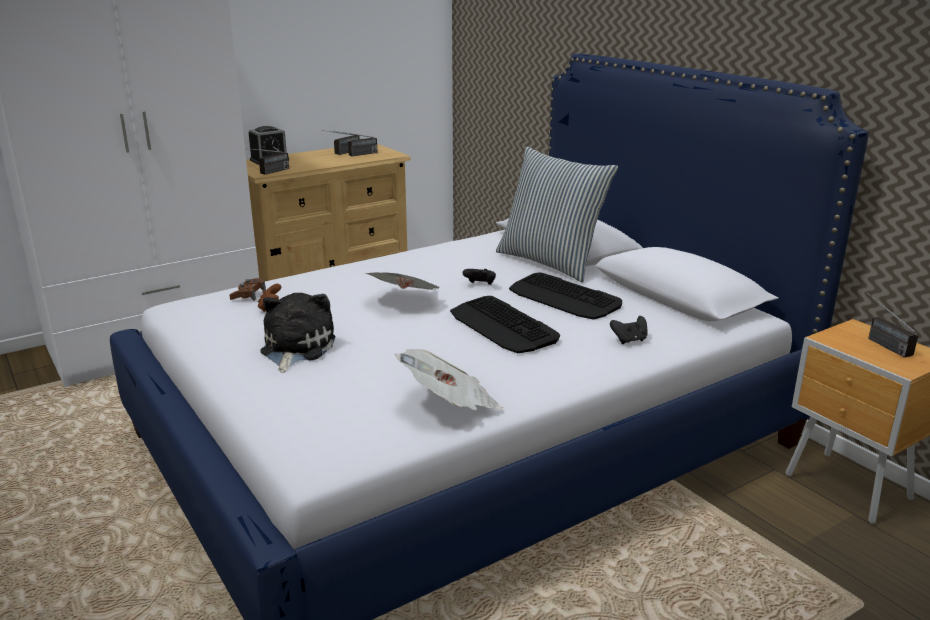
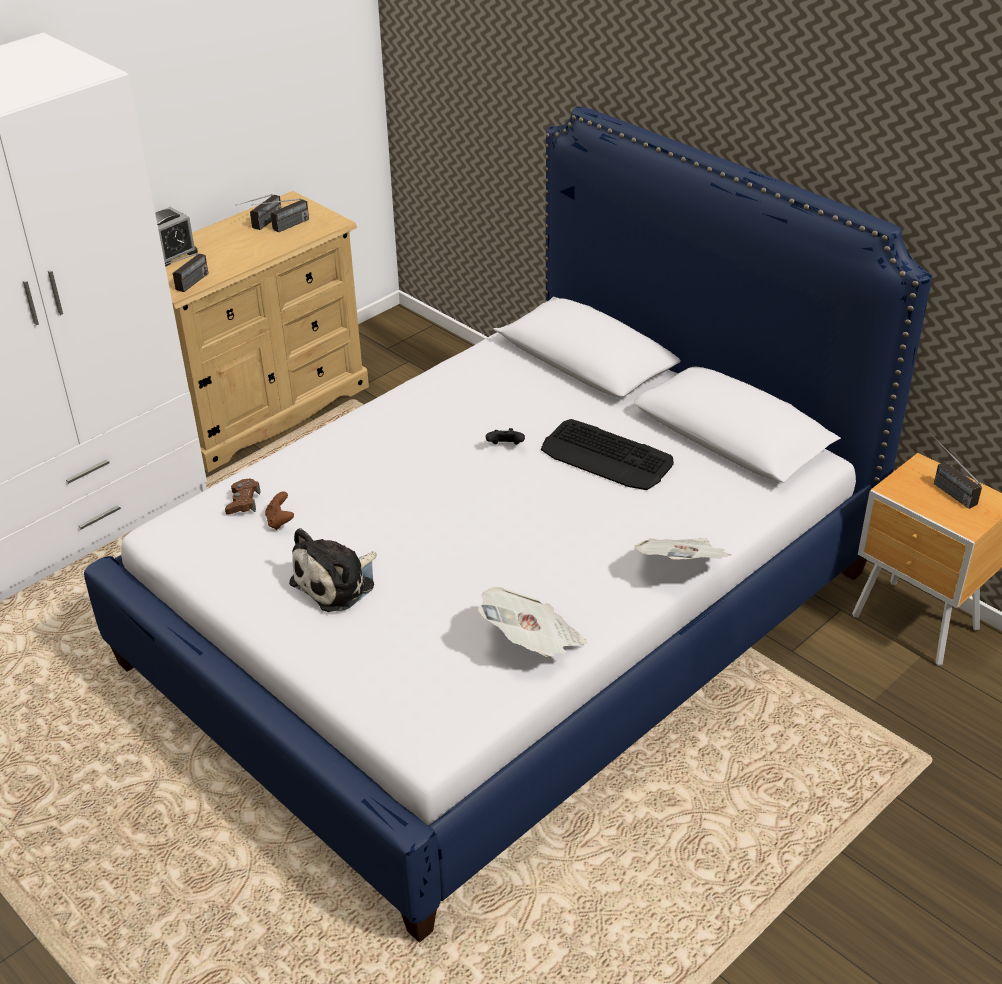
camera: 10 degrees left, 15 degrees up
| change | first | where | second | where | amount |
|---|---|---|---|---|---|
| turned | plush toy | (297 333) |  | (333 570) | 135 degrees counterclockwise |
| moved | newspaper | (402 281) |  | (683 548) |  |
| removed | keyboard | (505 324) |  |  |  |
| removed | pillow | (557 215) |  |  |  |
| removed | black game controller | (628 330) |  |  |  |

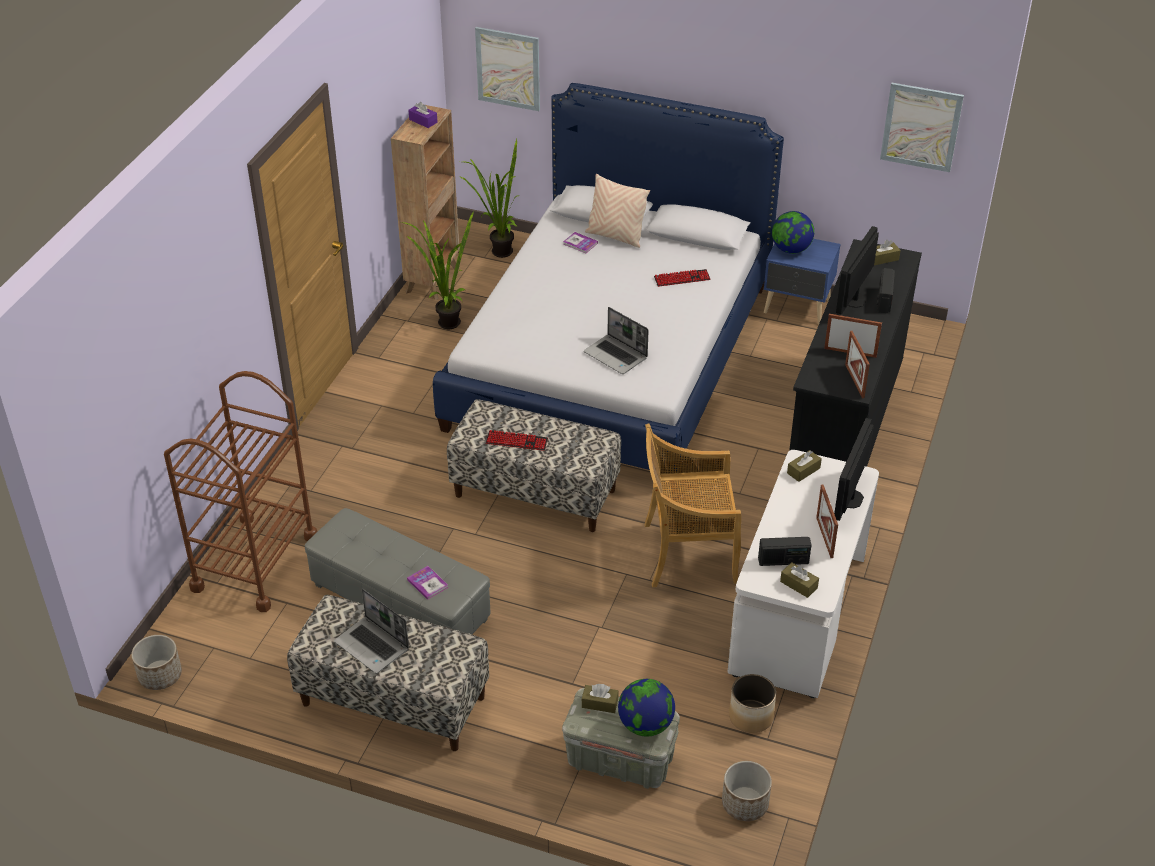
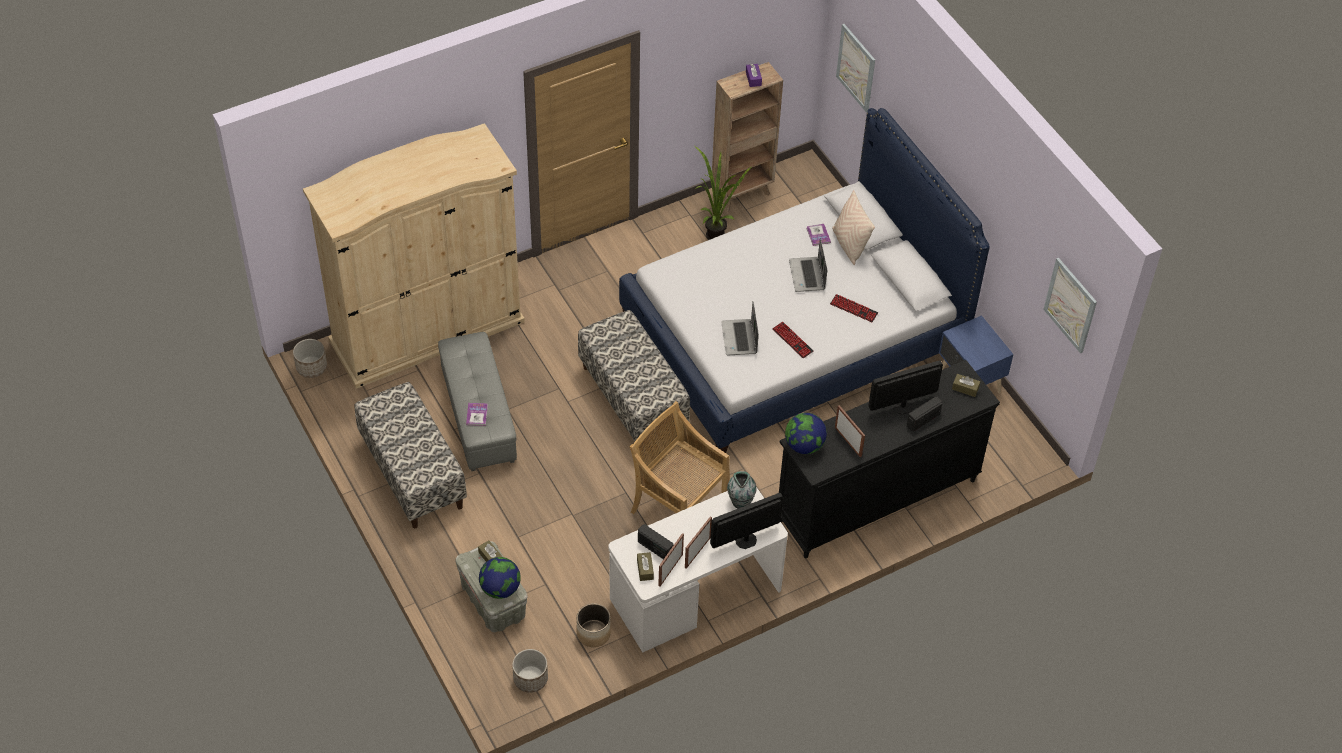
camera: 40 degrees right, 10 degrees up
| change | first | where | second | where | amount |
|---|---|---|---|---|---|
| replaced | brown cart | (241 491) | beige wardrobe | (414 256) |  |
| moved | picture frame | (857 365) |  | (671 560) |  |
| replaced | brown tissue box | (804 466) | vase | (742 489) |  |
| moved | keyboard | (517 440) |  | (793 340) |  |
| moved | globe | (793 232) |  | (806 433) |  |
| moved | laptop | (371 631) |  | (808 265) |  |
| removed | potted plant | (489 198) |  |  |  |

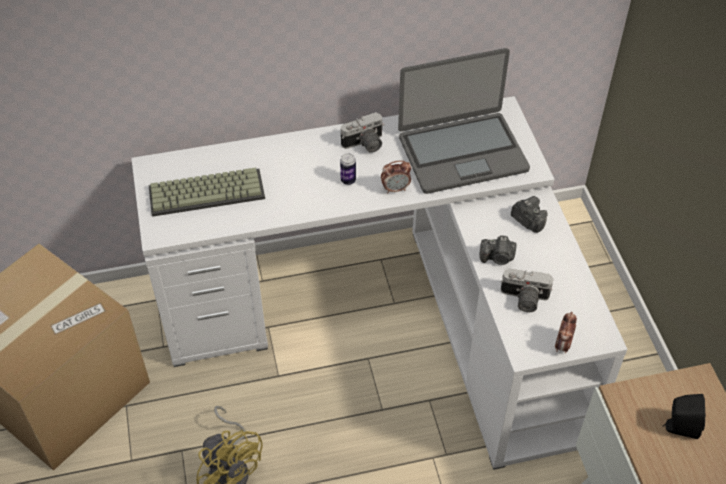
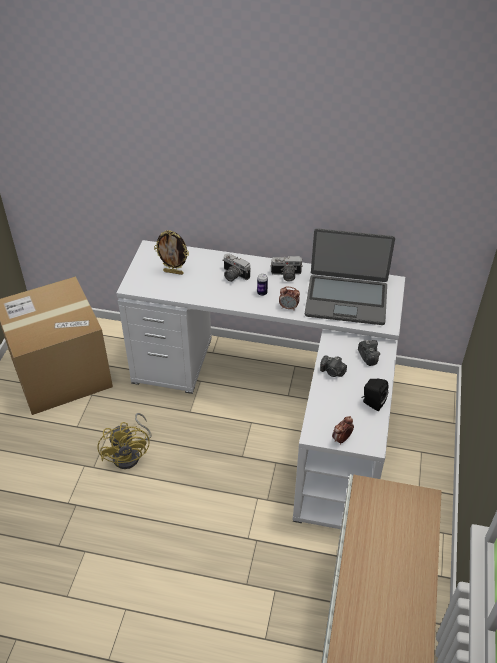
camera: 25 degrees right, 5 degrees down
| change | first | where | second | where | amount |
|---|---|---|---|---|---|
| replaced | keyboard | (206 192) | picture frame | (171 252) |  |
| moved | photo camera | (526 290) |  | (236 267) |  |
| moved | black speaker | (684 416) |  | (374 394) |  |

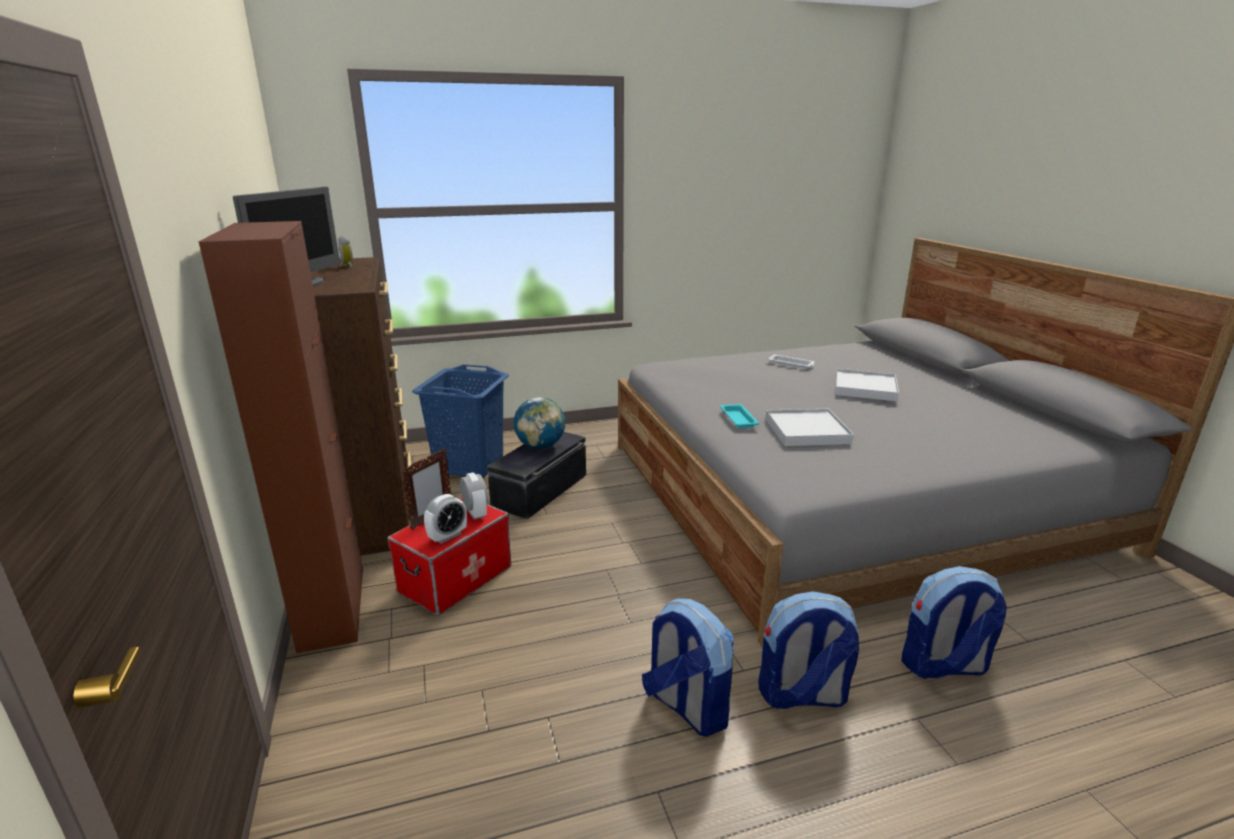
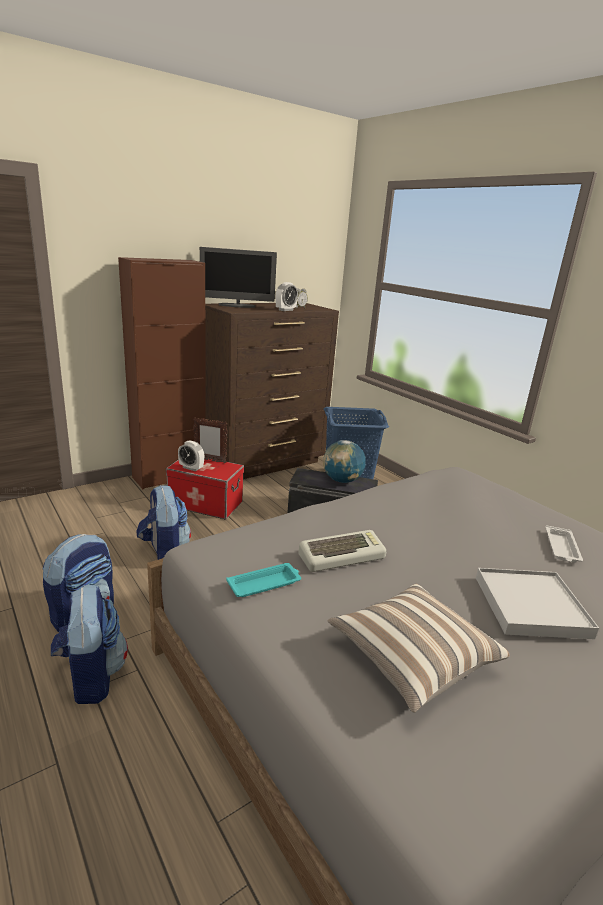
camera: 70 degrees right, 0 degrees up
| change | first | where | second | where | amount |
|---|---|---|---|---|---|
| moved | backpack | (954 622) |  | (163 522) |  |
| moved | turquoise tray | (739 416) |  | (263 580) |  |
| moved | alarm clock | (474 496) |  | (287 296) |  |
| replaced | white tray | (810 427) | keyboard | (343 551) |  |
| added |  |  | pillow | (419 648) |  |

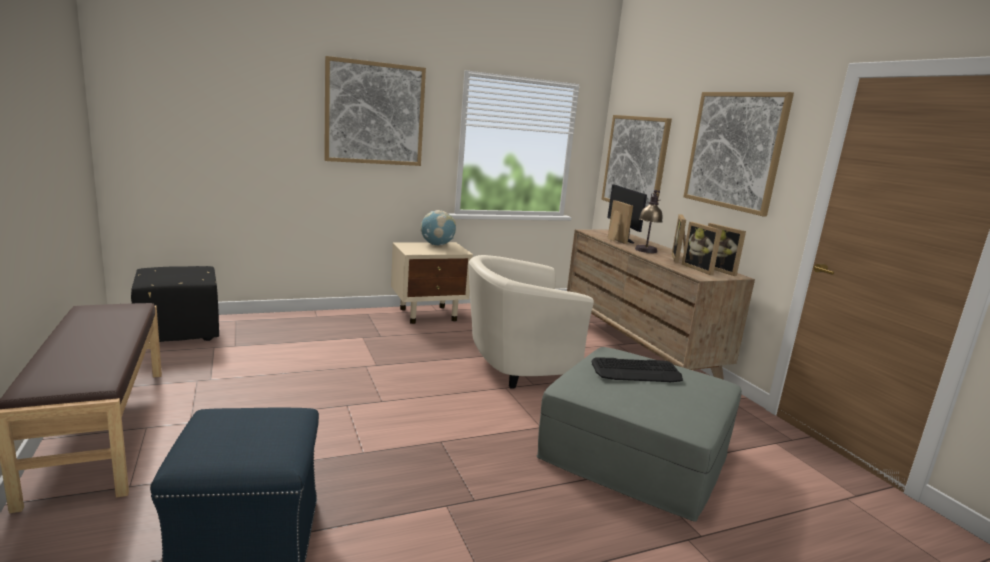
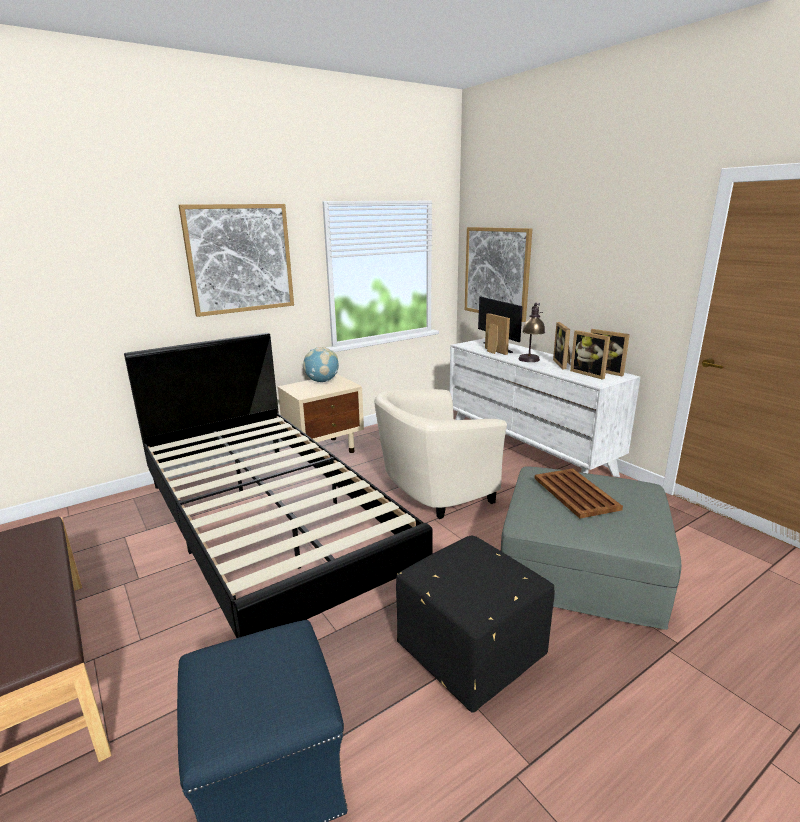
camera: 10 degrees left, 5 degrees up
| change | first | where | second | where | amount |
|---|---|---|---|---|---|
| added |  |  | black bed | (278 485) |  |
| moved | black ottoman | (175 304) |  | (475 624) |  |
| recoloured | brown dresser | (661 304) | white dresser | (545 407) |  |
| replaced | keyboard | (637 369) | brown tray | (578 494) |  |
| removed | picture | (738 154) |  |  |  |

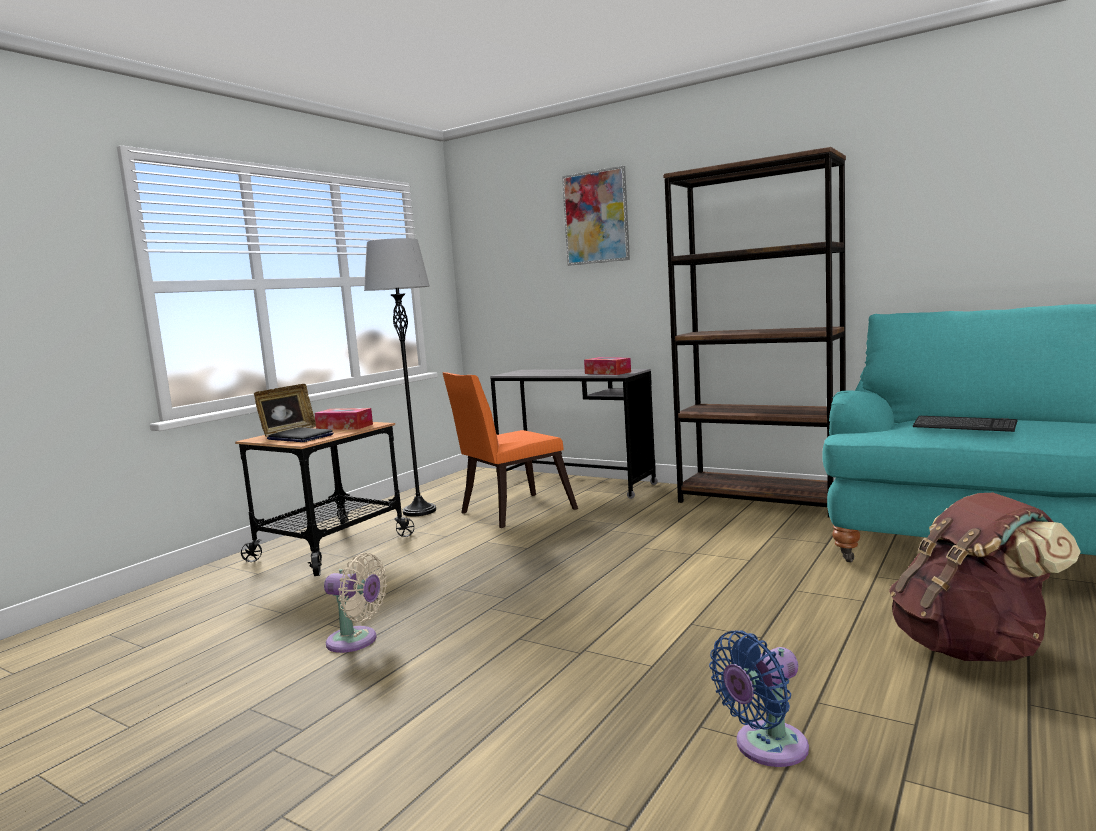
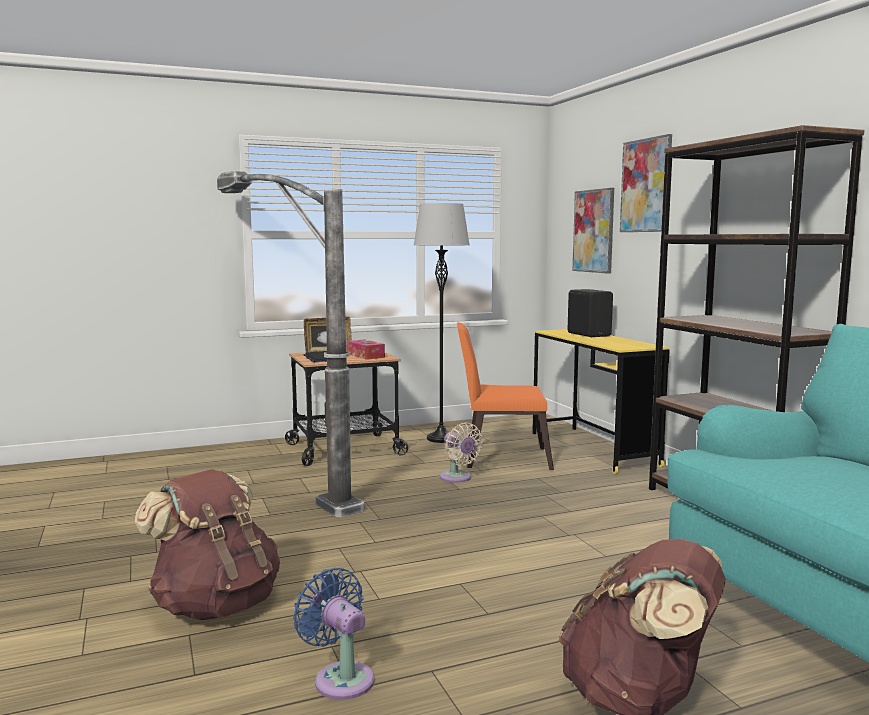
camera: 35 degrees right, 0 degrees up
| change | first | where | second | where | amount |
|---|---|---|---|---|---|
| added |  |  | brown backpack | (207 544) |  |
| added |  |  | floor lamp | (290 344) |  |
| turned | blue fan | (759 698) |  | (333 634) | 45 degrees clockwise |
| moved | beige fan | (355 603) |  | (461 452) |  |
| recoloured | grey desk | (574 434) | yellow desk | (601 401) |  |
| added |  |  | black speaker | (590 313) |  |
| added |  |  | picture | (593 231) |  |
| removed | tissue box | (607 366) |  |  |  |
| removed | keyboard | (965 424) |  |  |  |

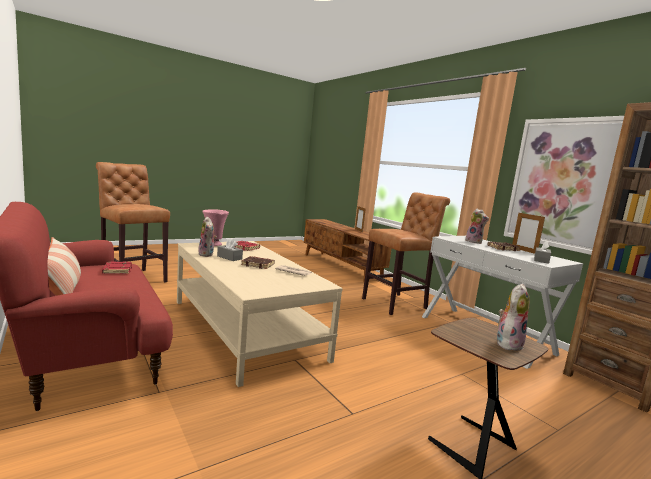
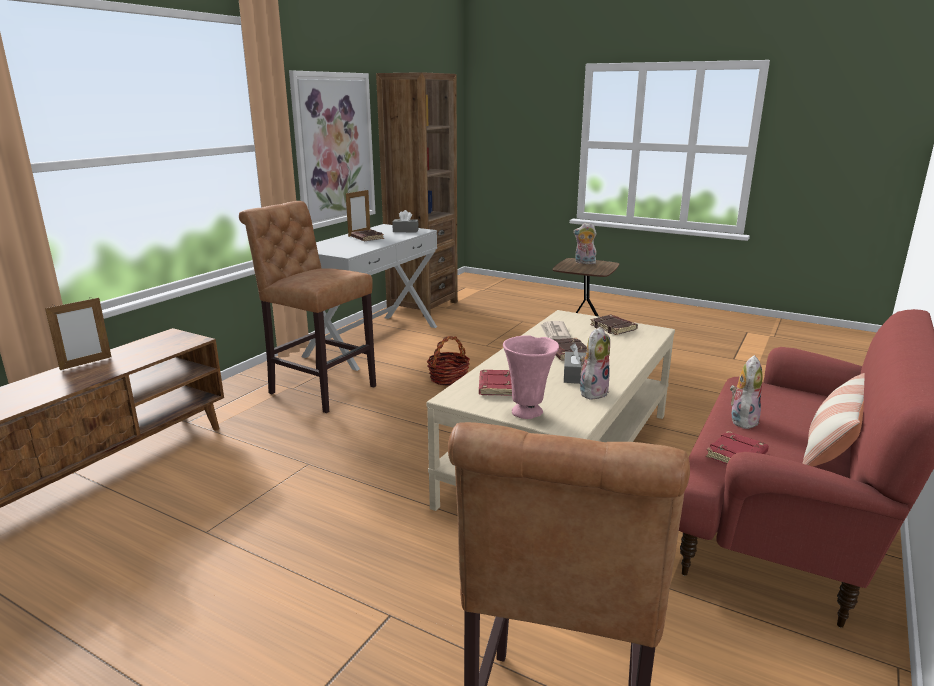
camera: 115 degrees left, 10 degrees up
| change | first | where | second | where | amount |
|---|---|---|---|---|---|
| added |  |  | basket | (448 361) |  |
| added |  |  | brown book | (614 325) |  |
| moved | plush toy | (477 226) |  | (746 392) |  |

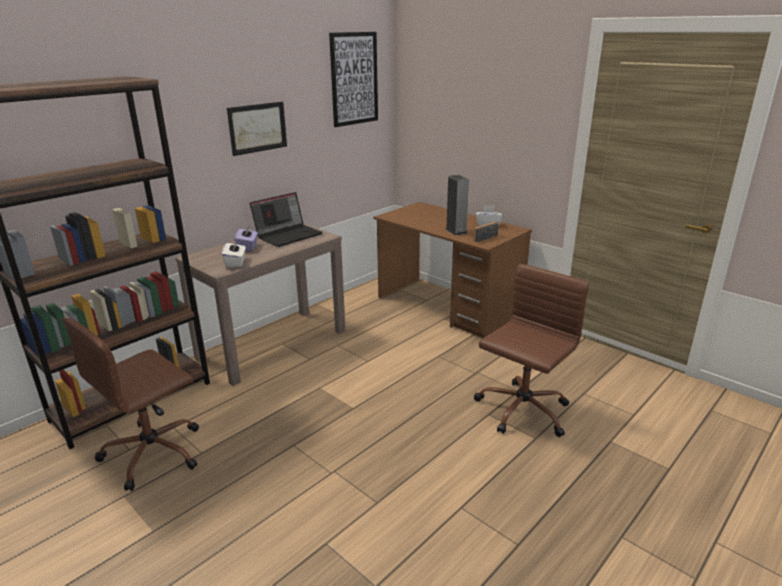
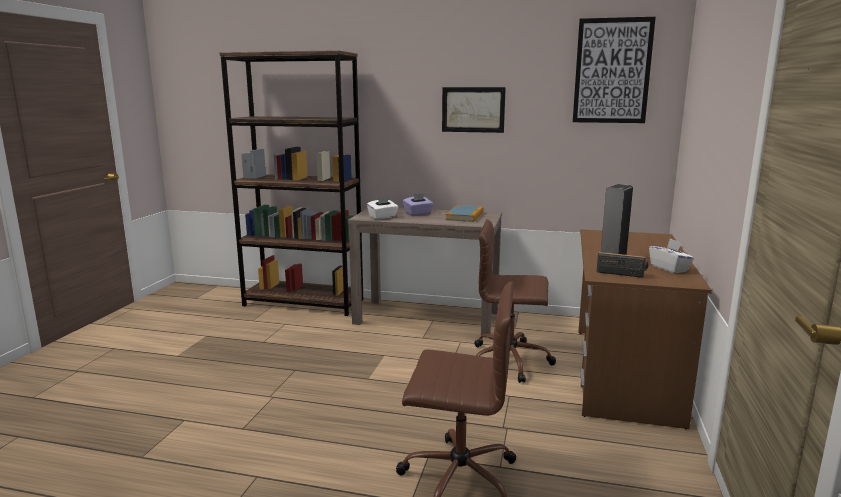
camera: 60 degrees right, 10 degrees down
| change | first | where | second | where | amount |
|---|---|---|---|---|---|
| replaced | laptop | (286 219) | book | (465 213) |  |
| moved | brown office chair | (130 404) |  | (515 301) |  |

